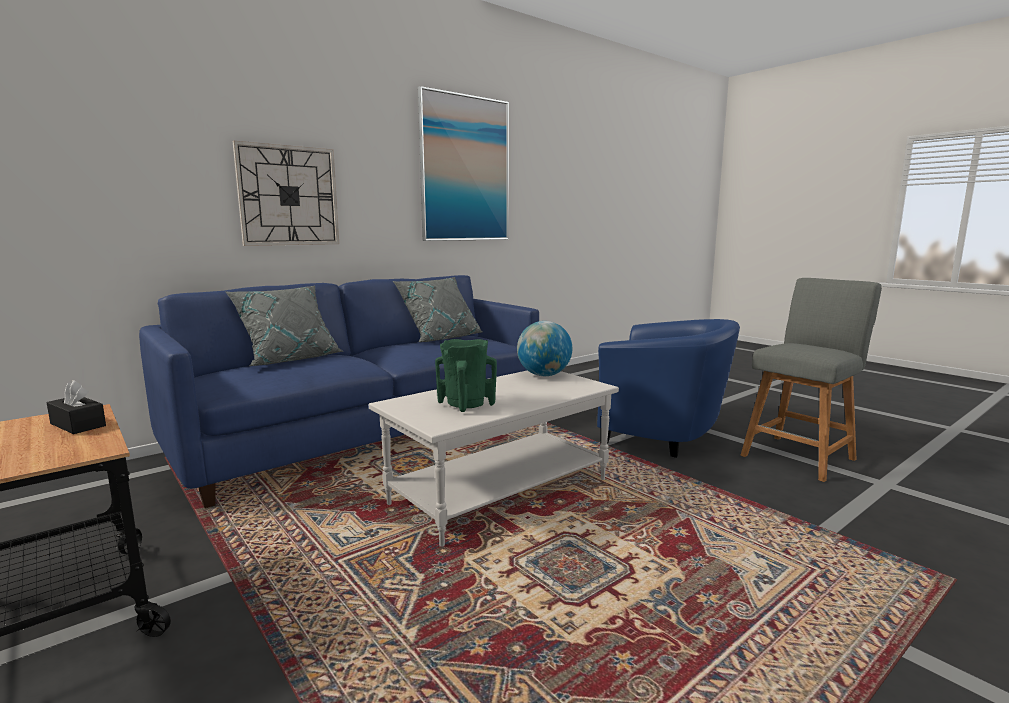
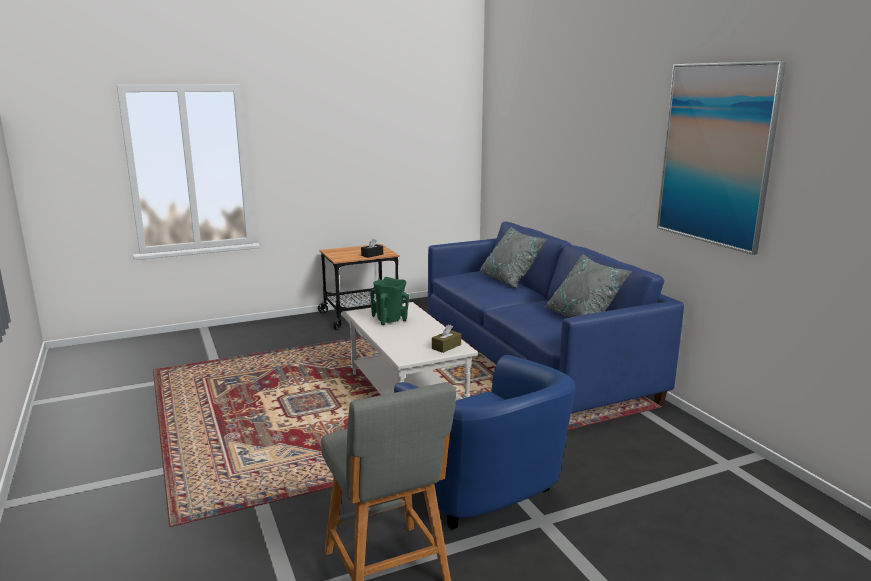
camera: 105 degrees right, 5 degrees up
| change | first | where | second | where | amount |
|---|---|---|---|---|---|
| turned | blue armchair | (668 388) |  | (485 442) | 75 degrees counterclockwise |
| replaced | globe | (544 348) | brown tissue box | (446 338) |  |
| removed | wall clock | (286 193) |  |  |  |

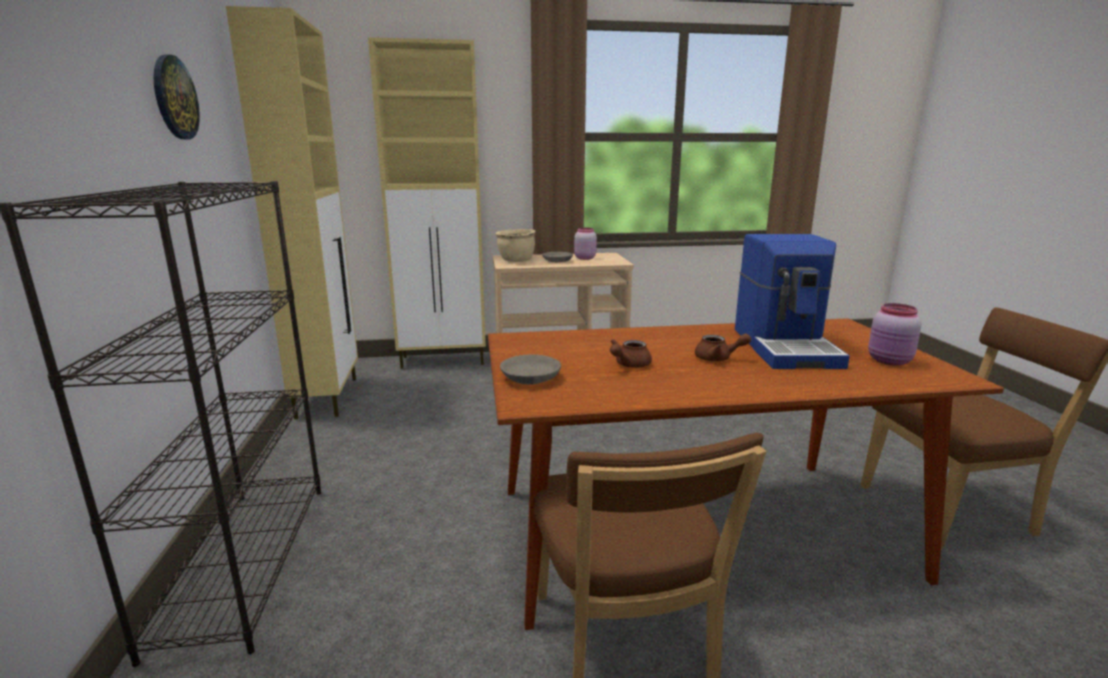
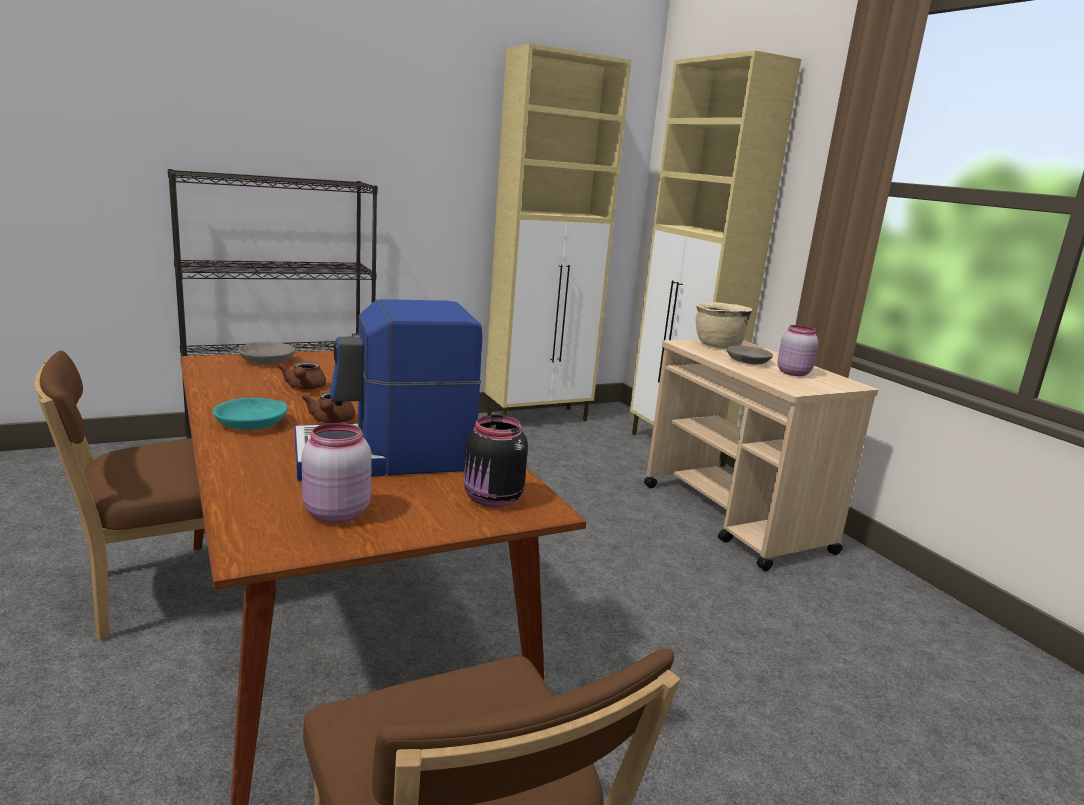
camera: 70 degrees right, 0 degrees up
| change | first | where | second | where | amount |
|---|---|---|---|---|---|
| added |  |  | turquoise bowl | (250 414) |  |
| turned | brown teapot | (631 353) |  | (302 376) | 120 degrees counterclockwise |
| added |  |  | black jar | (496 461) |  |
| removed | wall clock | (177 97) |  |  |  |

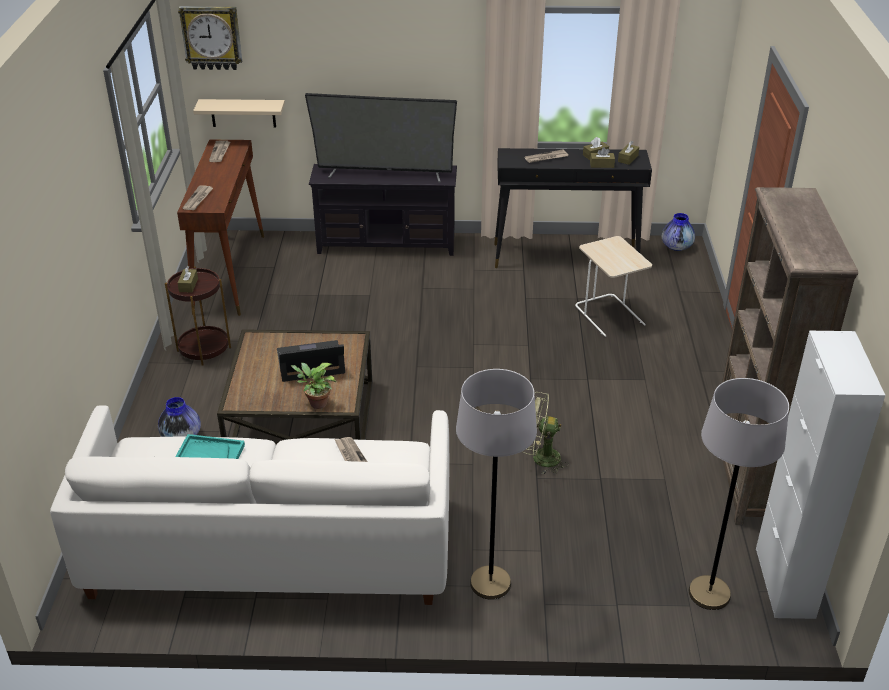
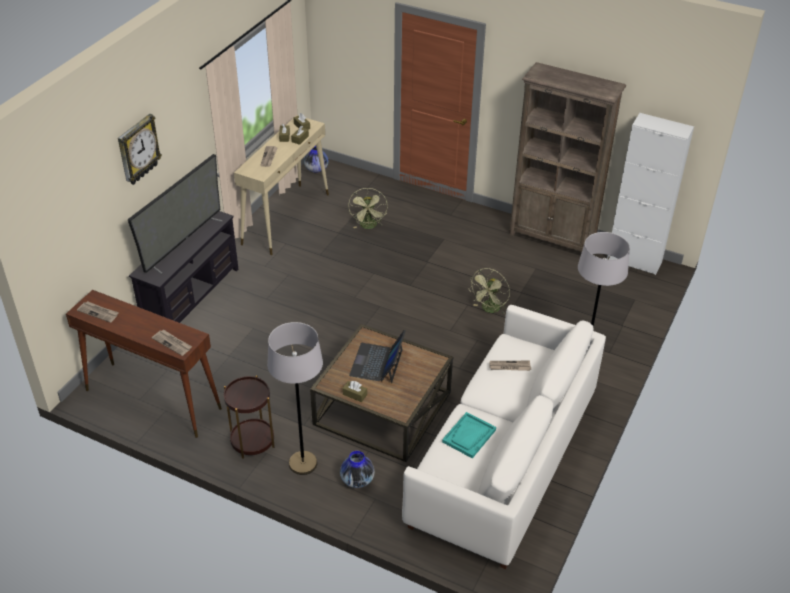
camera: 65 degrees left, 5 degrees up
| change | first | where | second | where | amount |
|---|---|---|---|---|---|
| moved | wall clock | (210 38) |  | (140 149) |  |
| recoloured | black console table | (573 208) | beige console table | (281 185) |  |
| moved | grey floor lamp | (739 494) |  | (295 398) |  |
| moved | brown tissue box | (188 279) |  | (354 391) |  |
| replaced | beige side table | (613 286) | green fan | (368 208) |  |
| removed | beige shelf | (239 113) |  |  |  |
| removed | potted plant | (314 386) |  |  |  |

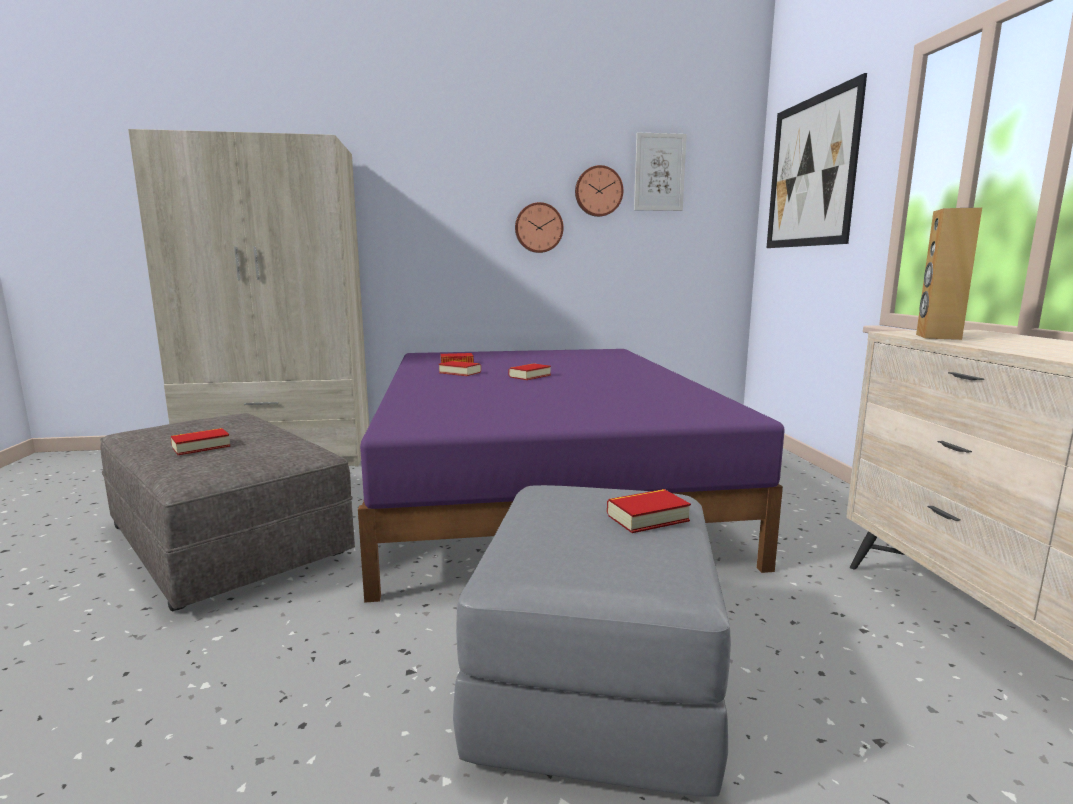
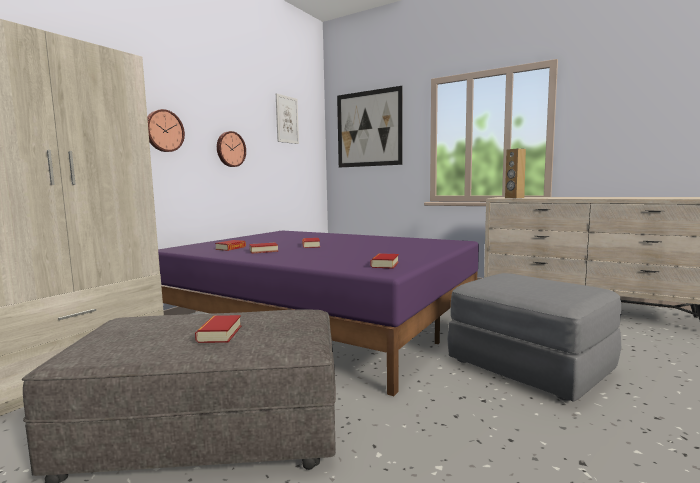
camera: 50 degrees left, 5 degrees down
| change | first | where | second | where | amount |
|---|---|---|---|---|---|
| moved | wall clock | (599 191) |  | (166 130) |  |
| moved | book | (649 511) |  | (384 261) |  |

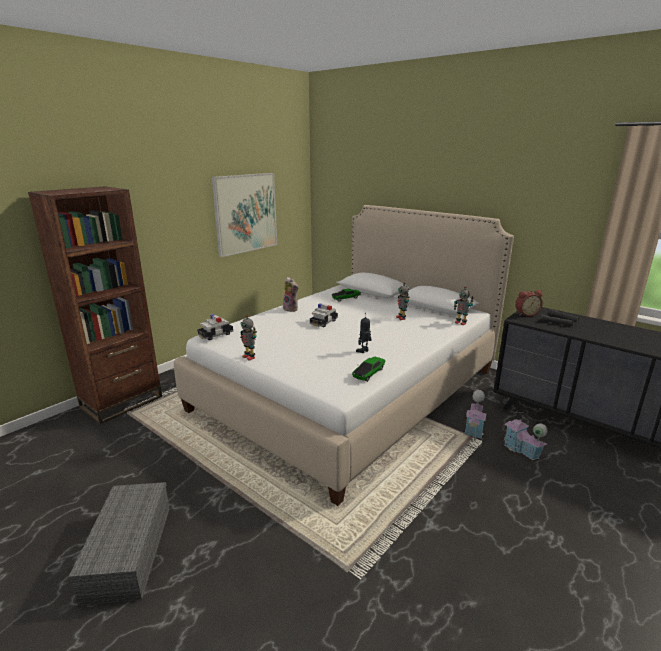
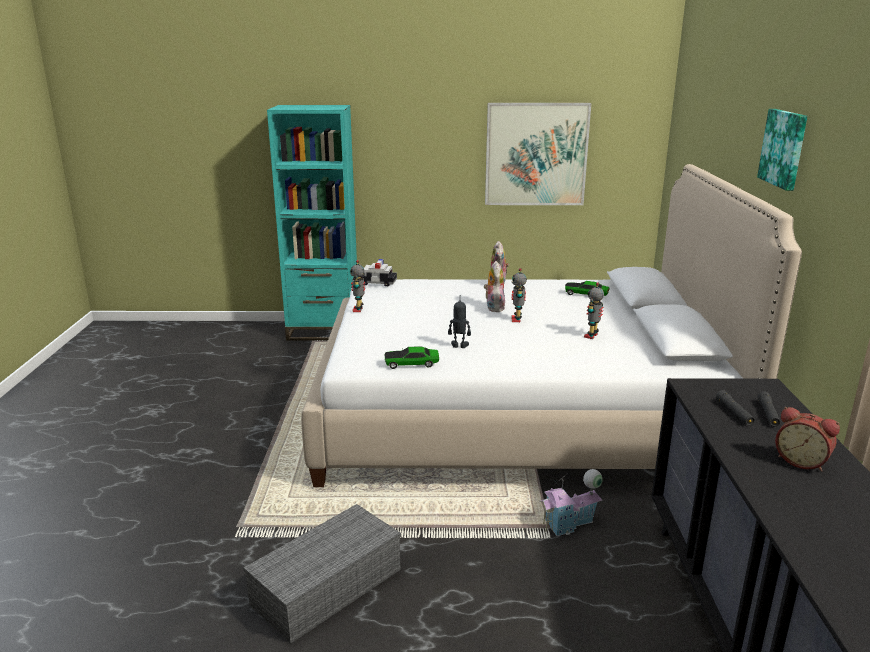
camera: 50 degrees right, 0 degrees up
| change | first | where | second | where | amount |
|---|---|---|---|---|---|
| moved | grey storage box | (119 544) |  | (322 574) |  |
| recoloured | brown bookcase | (95 305) | turquoise bookcase | (312 223) |  |
| replaced | toy car | (324 315) | plush toy | (494 286) |  |
| moved | toy robot | (464 305) |  | (519 295) |  |
| added |  |  | picture | (782 150) |  |
| moved | alarm clock | (529 303) |  | (807 439) |  |
| removed | toy house | (525 435) |  |  |  |

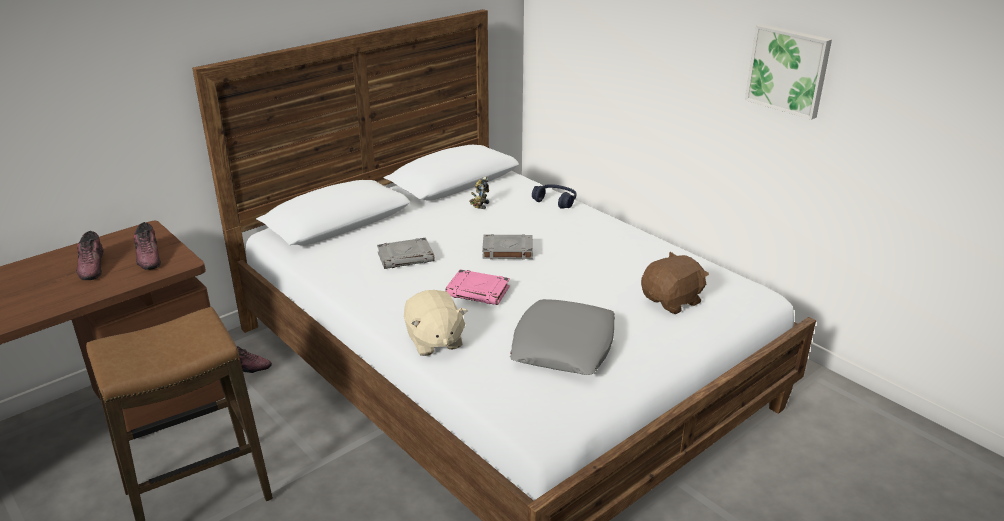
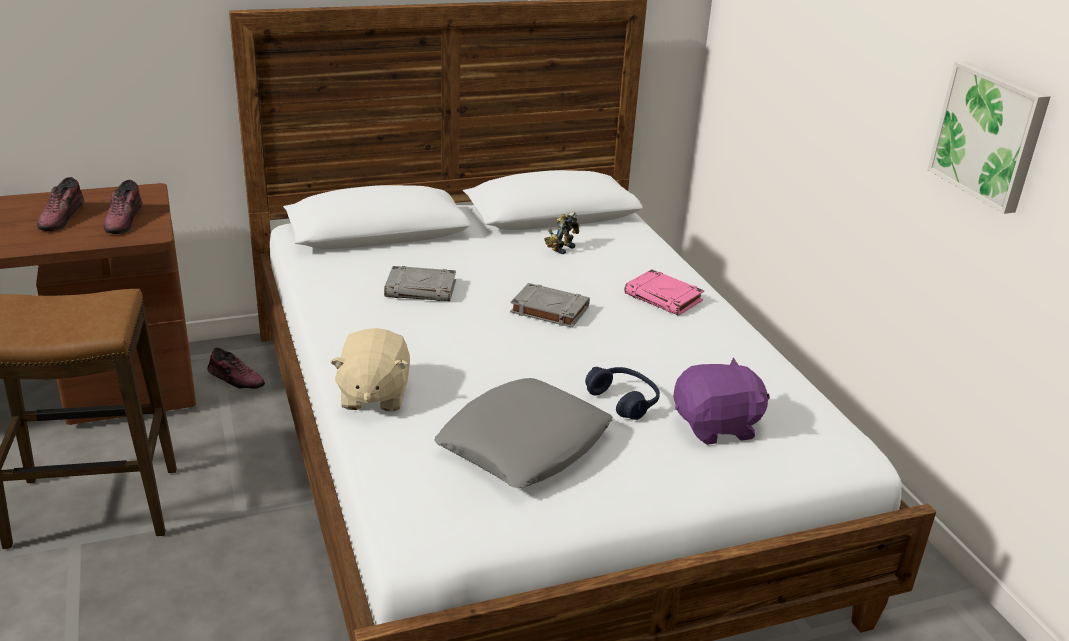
camera: 20 degrees right, 0 degrees up
| change | first | where | second | where | amount |
|---|---|---|---|---|---|
| moved | blue headphones | (554 196) |  | (622 393) |  |
| moved | pink book | (477 287) |  | (664 292) |  |
| recoloured | brown plush toy | (675 283) | purple plush toy | (721 401) |  |

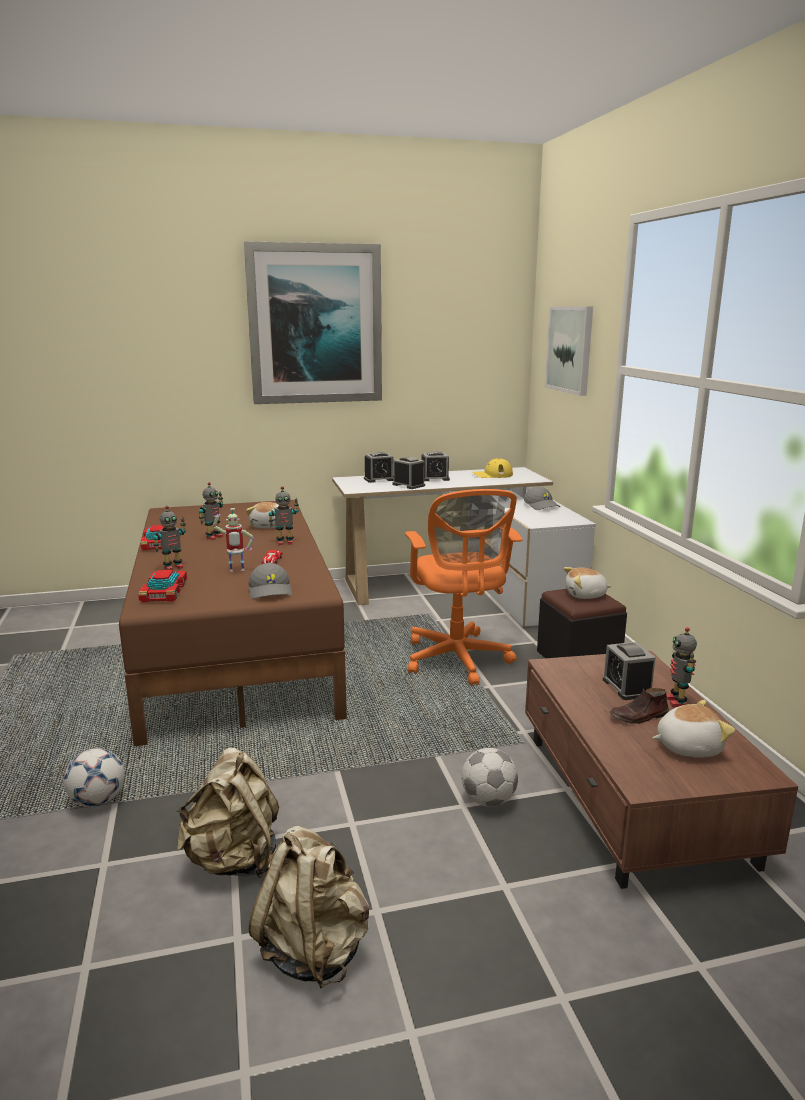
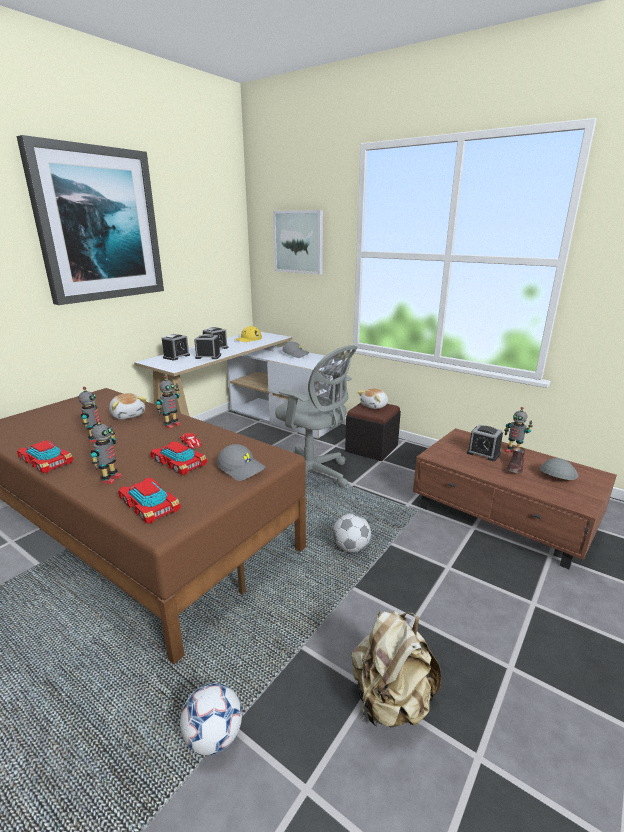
camera: 40 degrees left, 5 degrees up
| change | first | where | second | where | amount |
|---|---|---|---|---|---|
| replaced | toy robot | (233 540) | toy car | (178 458) |  |
| recoloured | orange office chair | (463 587) | grey office chair | (316 416) |  |
| moved | football | (489 777) |  | (352 533) |  |
| replaced | plush toy | (693 728) | grey cap | (559 469) |  |
| removed | beige backpack | (309 907) |  |  |  |

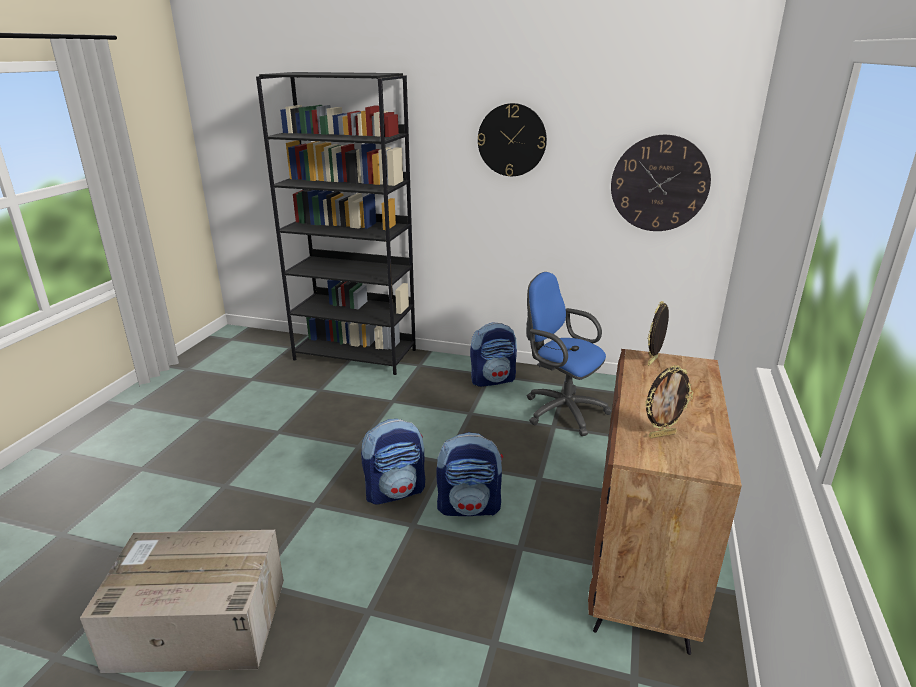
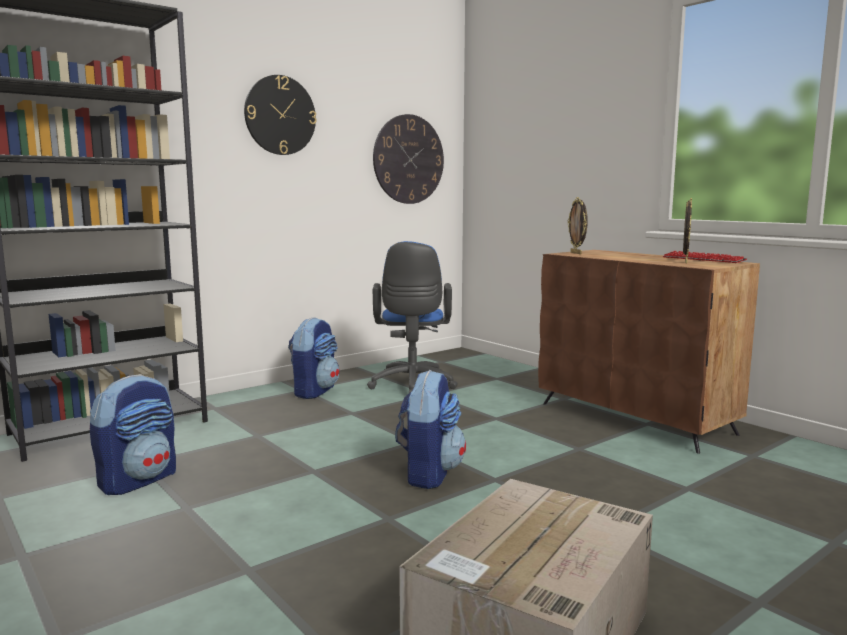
camera: 55 degrees left, 15 degrees down
| change | first | where | second | where | amount |
|---|---|---|---|---|---|
| moved | backpack | (469 474) |  | (133 434) |  |
| turned | blue office chair | (569 354) |  | (412 317) | 75 degrees counterclockwise |
| added |  |  | keyboard | (705 257) |  |

